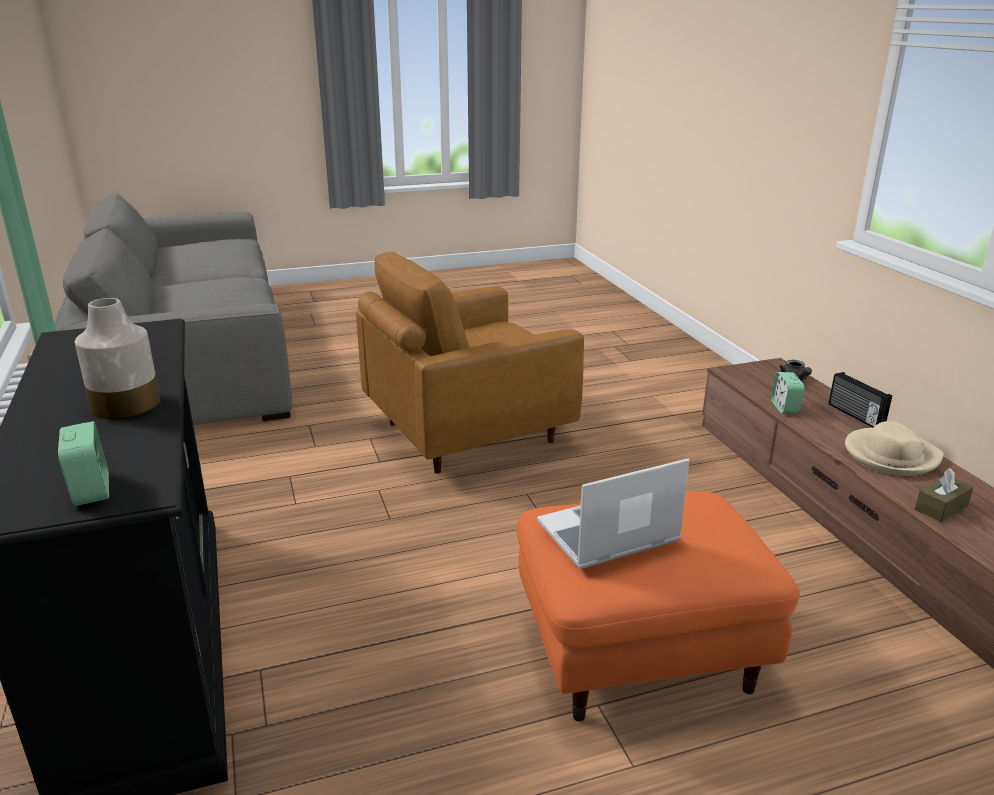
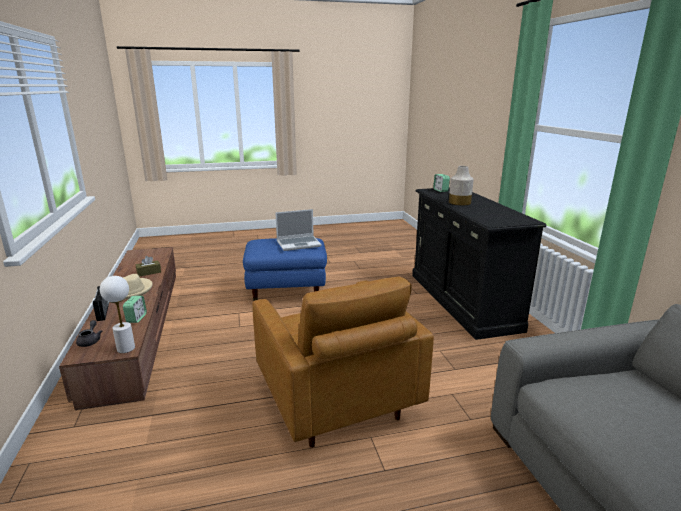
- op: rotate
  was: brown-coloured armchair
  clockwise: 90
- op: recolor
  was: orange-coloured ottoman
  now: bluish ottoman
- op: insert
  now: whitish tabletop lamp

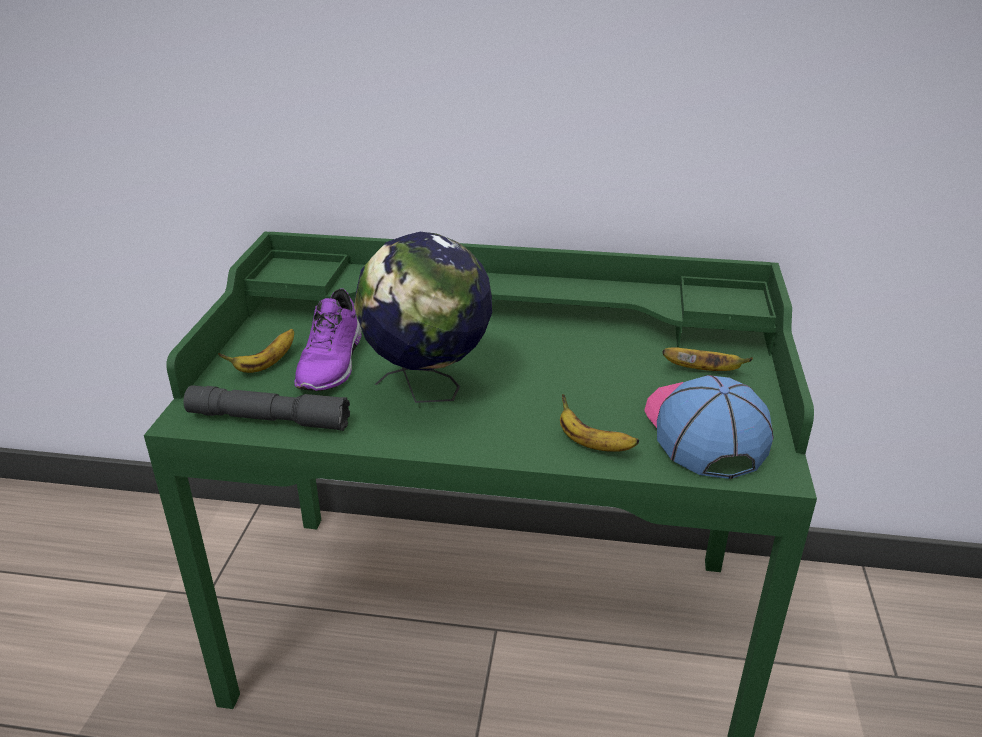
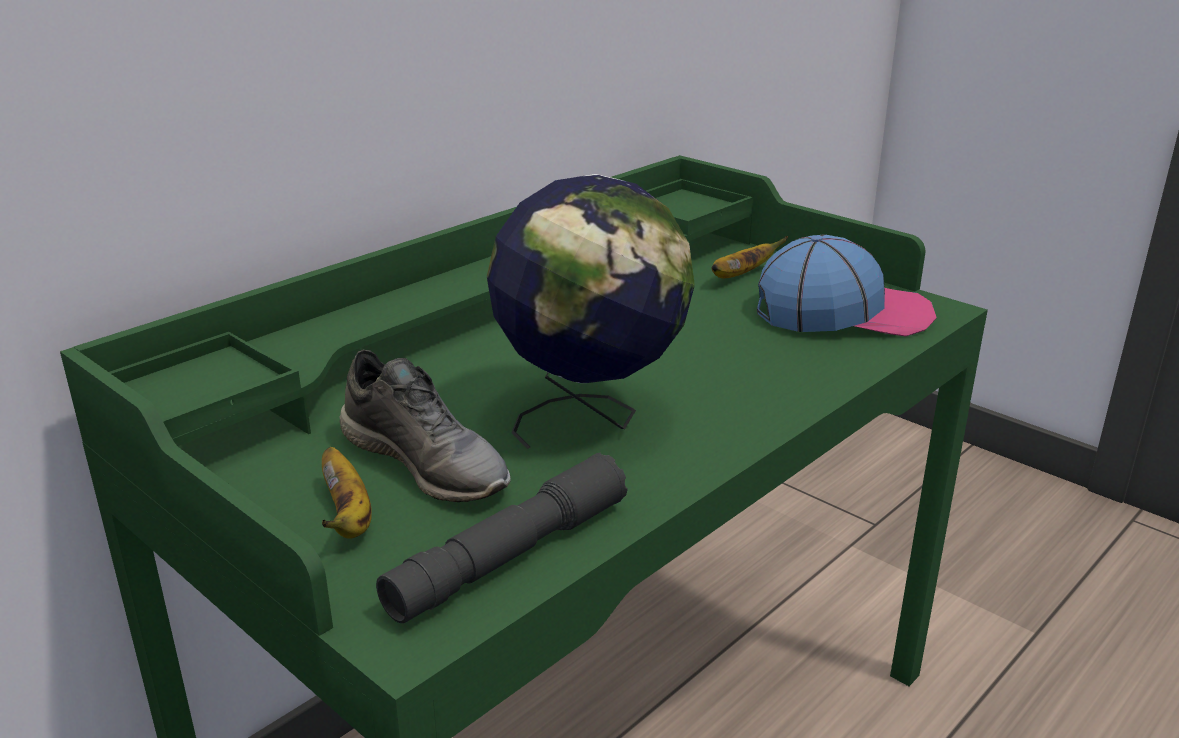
- op: recolor
  was: purple low shoe
  now: grey low shoe
- op: delete
  was: banana fruit (2nd from left)
- op: rotate
  was: baseball cap
  clockwise: 150

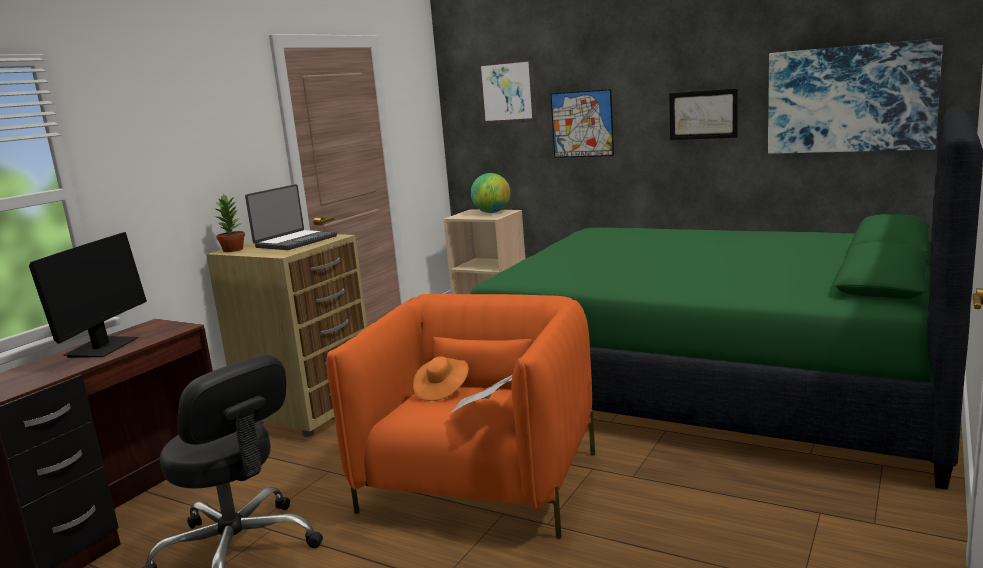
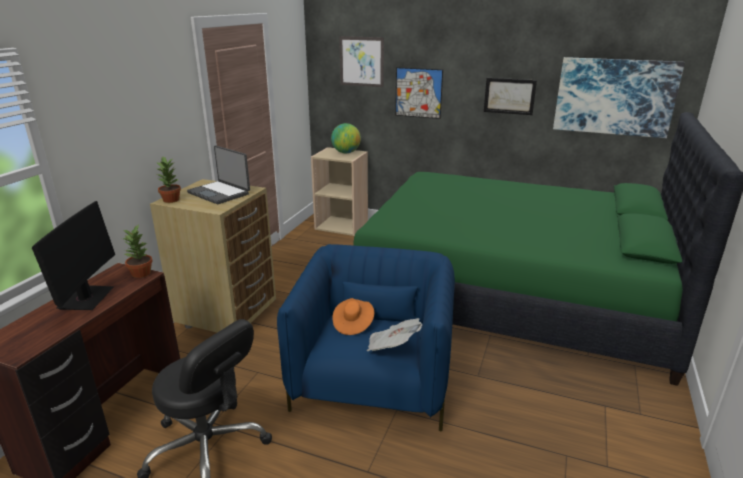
- op: rotate
  was: portable computer
  clockwise: 105
- op: recolor
  was: orange-coloured armchair
  now: bluish armchair
- op: insert
  now: potted plant (1st from left)

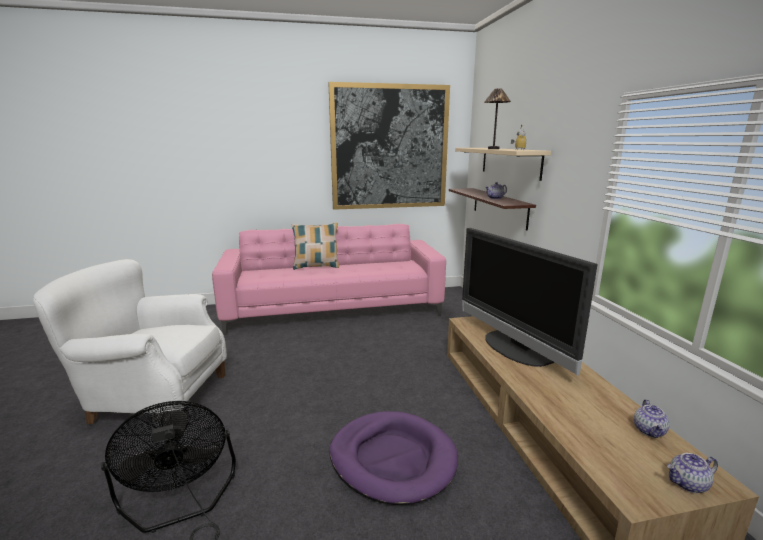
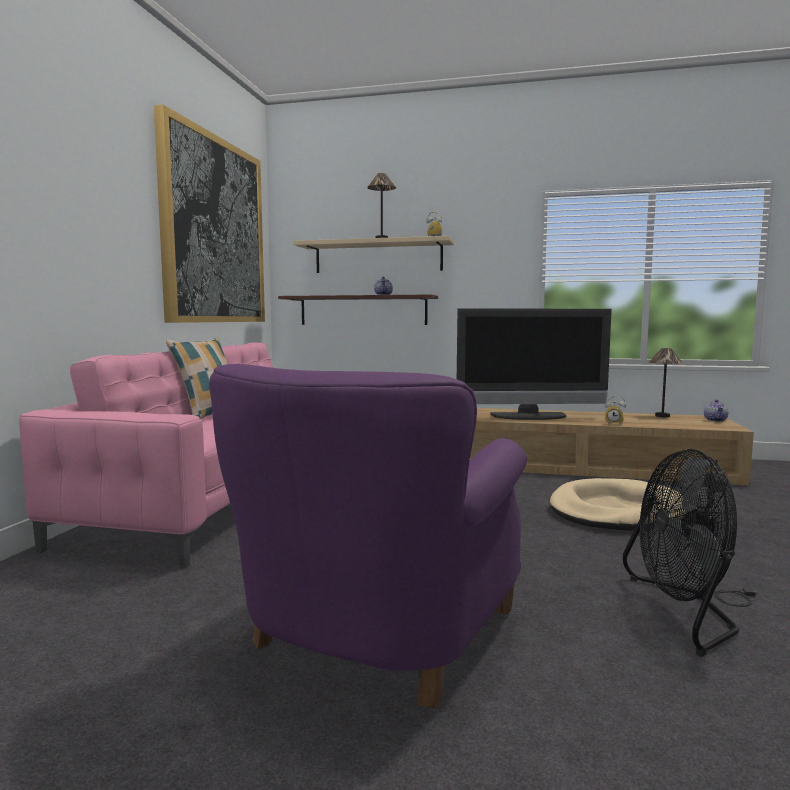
- op: recolor
  was: whitish armchair
  now: purple armchair
- op: recolor
  was: purple dog cushion
  now: beige-coloured dog cushion
- op: replace
  was: pot for tea (2nd from left)
  now: tabletop lamp (2nd from left)
- op: insert
  now: table clock (2nd from left)

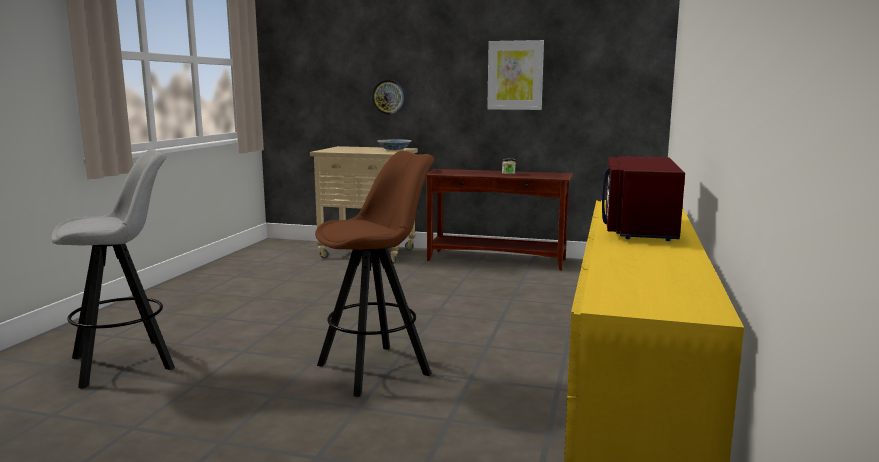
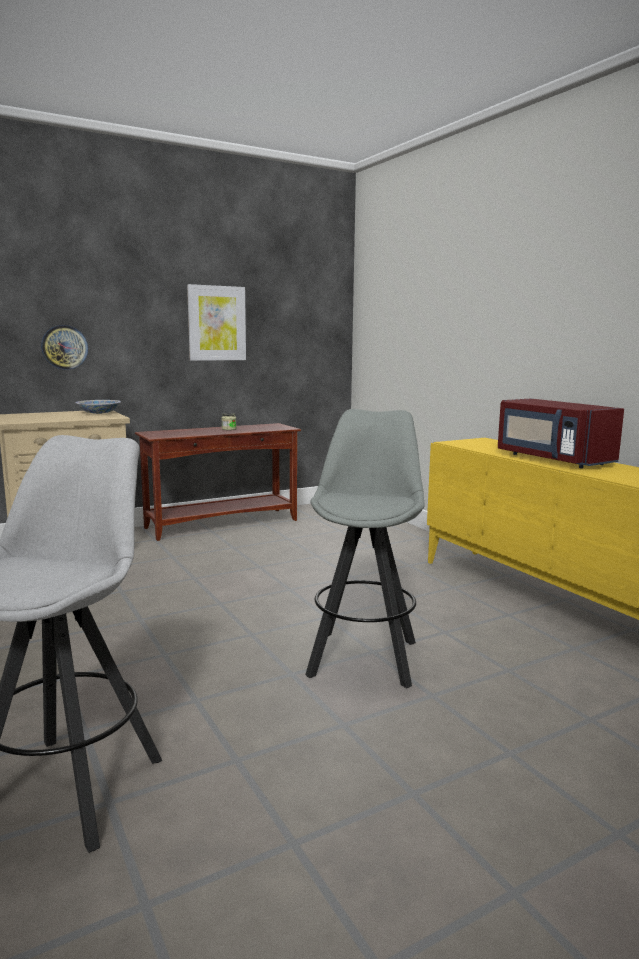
- op: recolor
  was: brown-coloured stool seat
  now: grey stool seat (2nd from left)

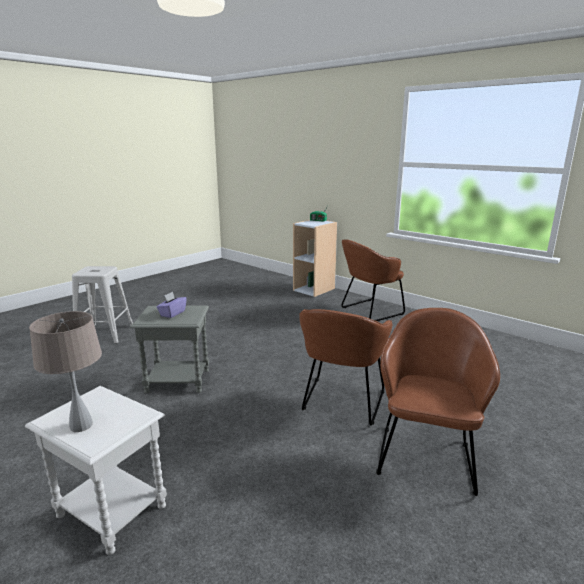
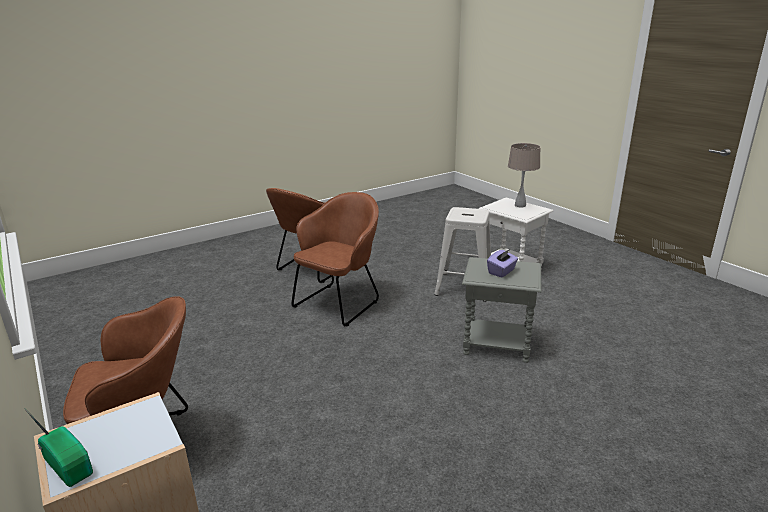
- op: move
  was: whitish stool seat

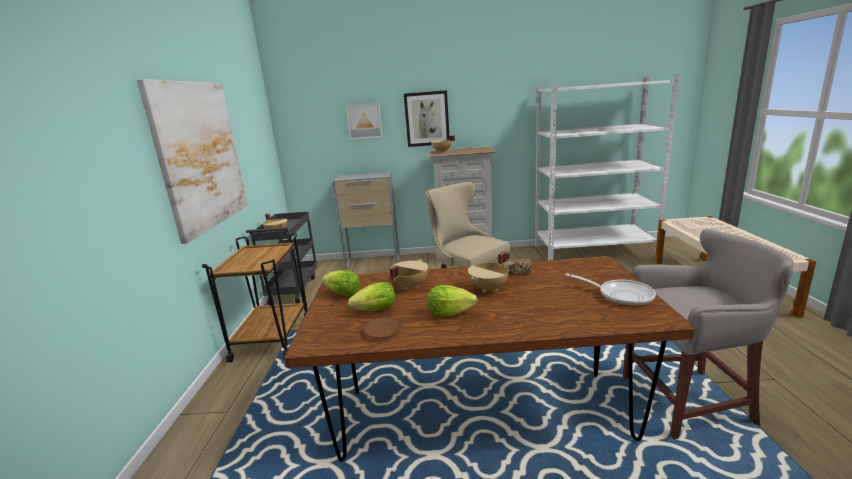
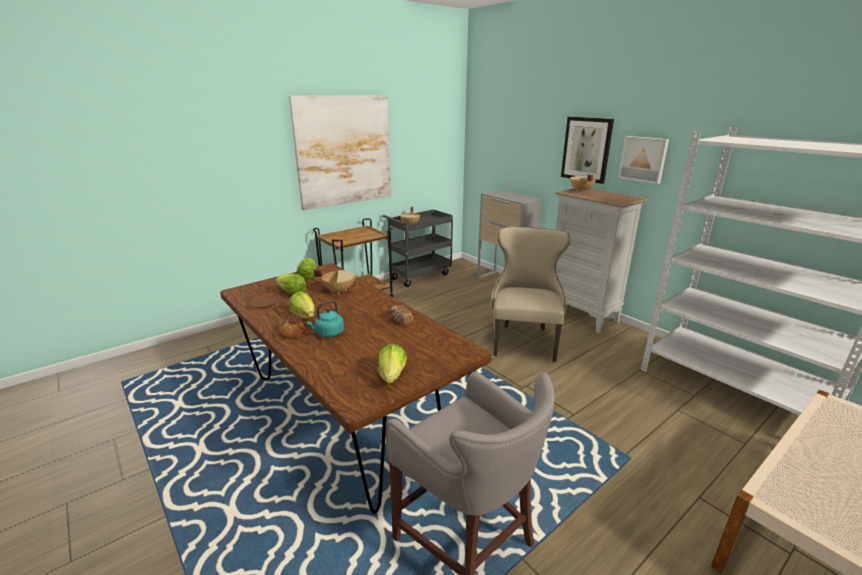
- op: move
  was: wall art (2nd from left in the first image)
  now: wall art (3rd from left)
- op: delete
  was: beige-coloured stockpot (4th from left)
- op: replace
  was: frying pan
  now: head of lettuce (4th from left)
- op: insert
  now: baked bread (1st from left)
- op: insert
  now: turquoise-coloured tea kettle

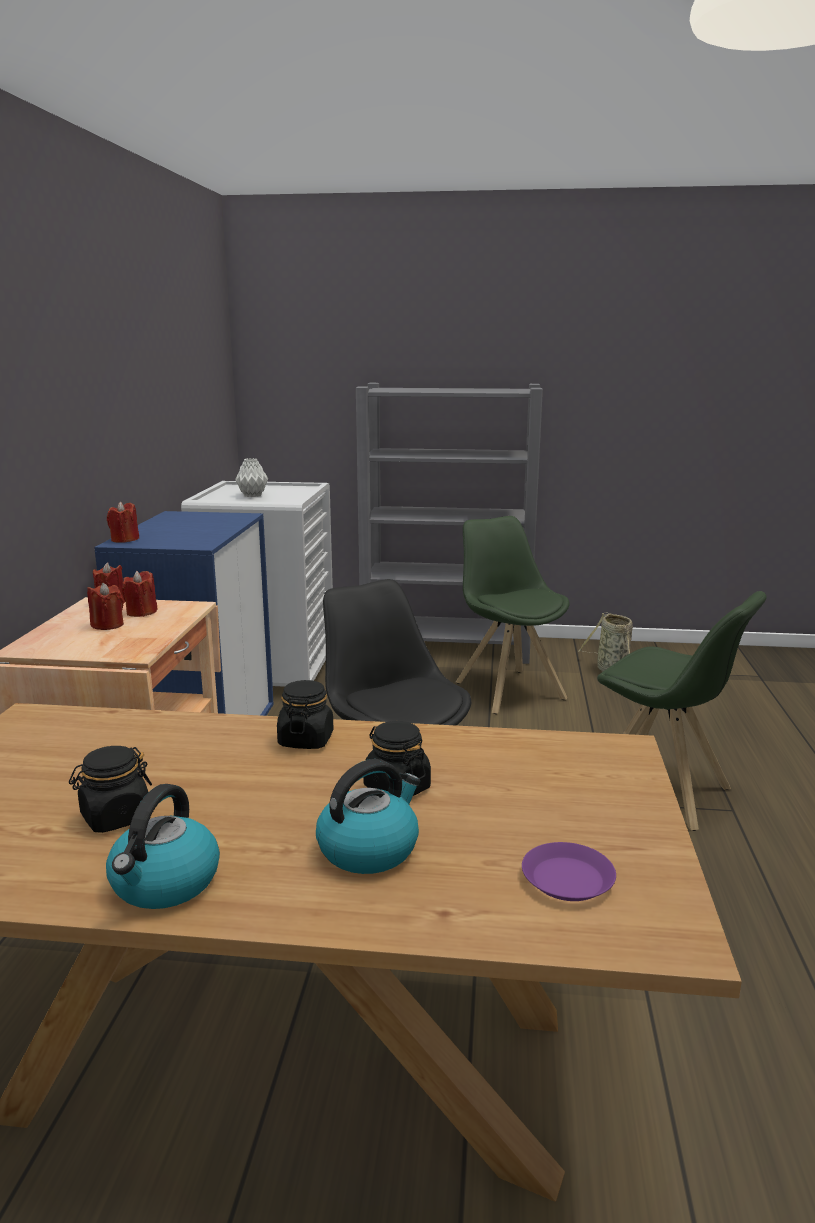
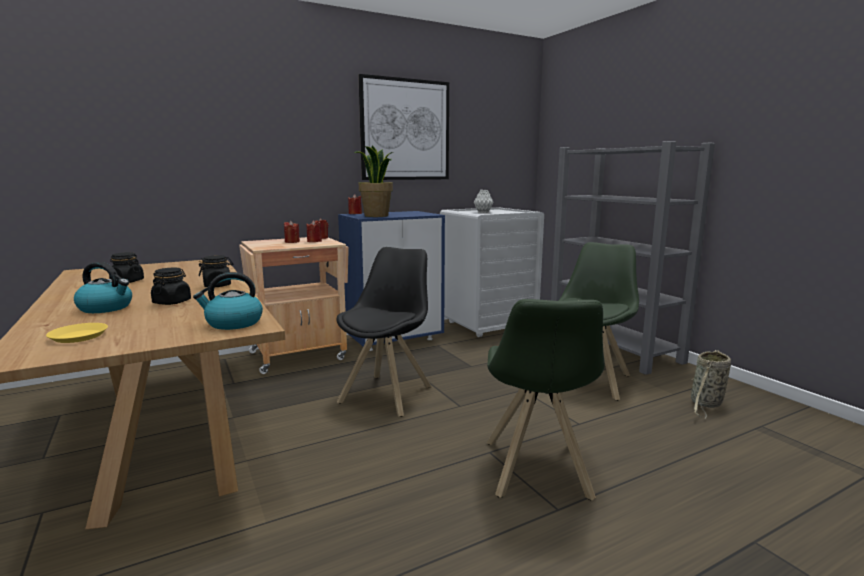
- op: move
  was: tea kettle (1st from left in the first image)
  now: tea kettle (2nd from left)
- op: recolor
  was: purple plate
  now: yellow plate
- op: insert
  now: potted plant
- op: insert
  now: wall art

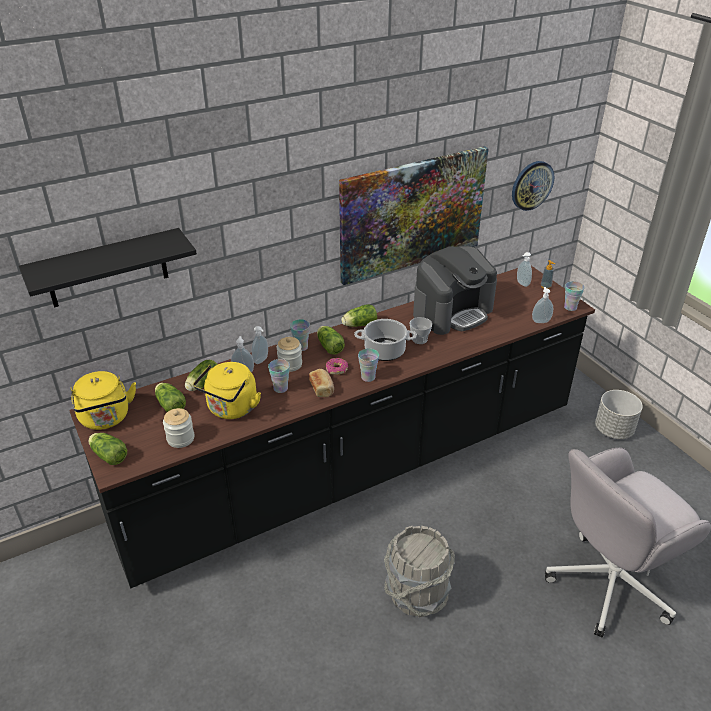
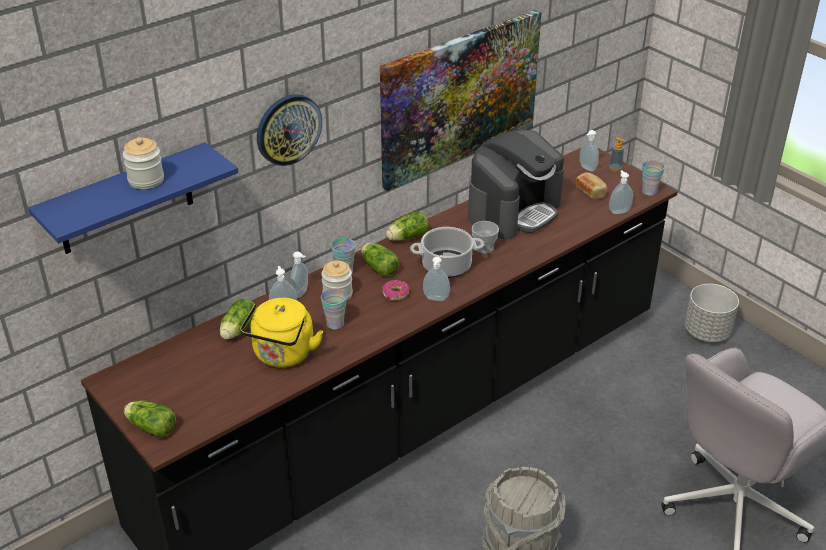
- op: recolor
  was: black wall shelf
  now: bluish wall shelf
- op: delete
  was: yellow tea kettle (1st from left)
- op: delete
  was: head of lettuce (2nd from left)
- op: move
  was: jar (1st from left)
- op: move
  was: baked bread
- op: replace
  was: cup (3rd from left)
  now: liquid soap bottle (3rd from left)
- op: move
  was: hanging clock

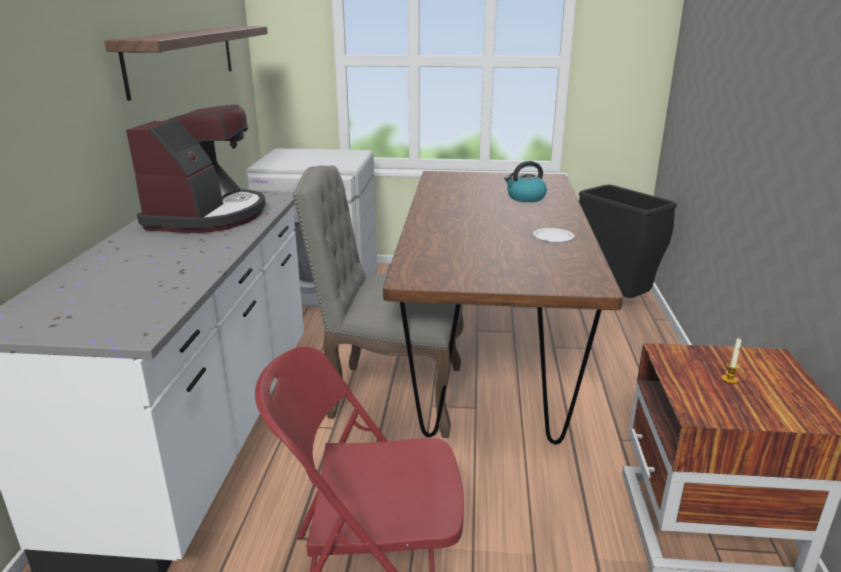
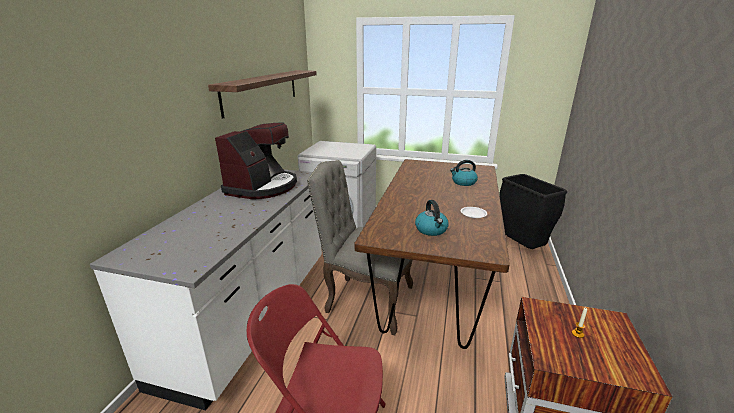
- op: insert
  now: tea kettle (1st from left)

